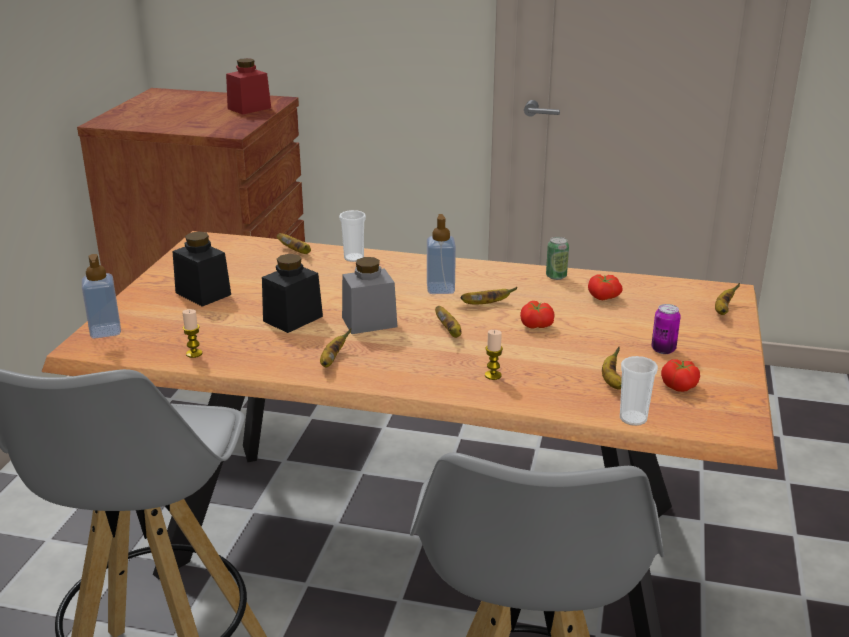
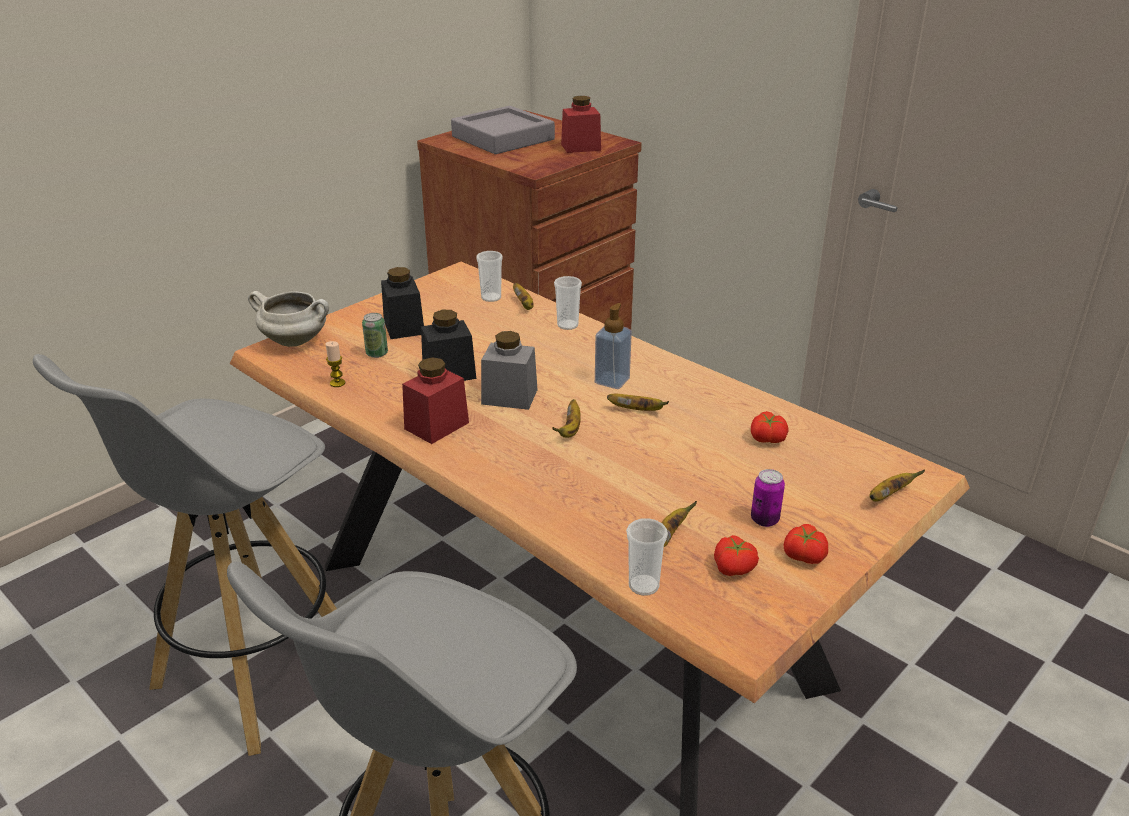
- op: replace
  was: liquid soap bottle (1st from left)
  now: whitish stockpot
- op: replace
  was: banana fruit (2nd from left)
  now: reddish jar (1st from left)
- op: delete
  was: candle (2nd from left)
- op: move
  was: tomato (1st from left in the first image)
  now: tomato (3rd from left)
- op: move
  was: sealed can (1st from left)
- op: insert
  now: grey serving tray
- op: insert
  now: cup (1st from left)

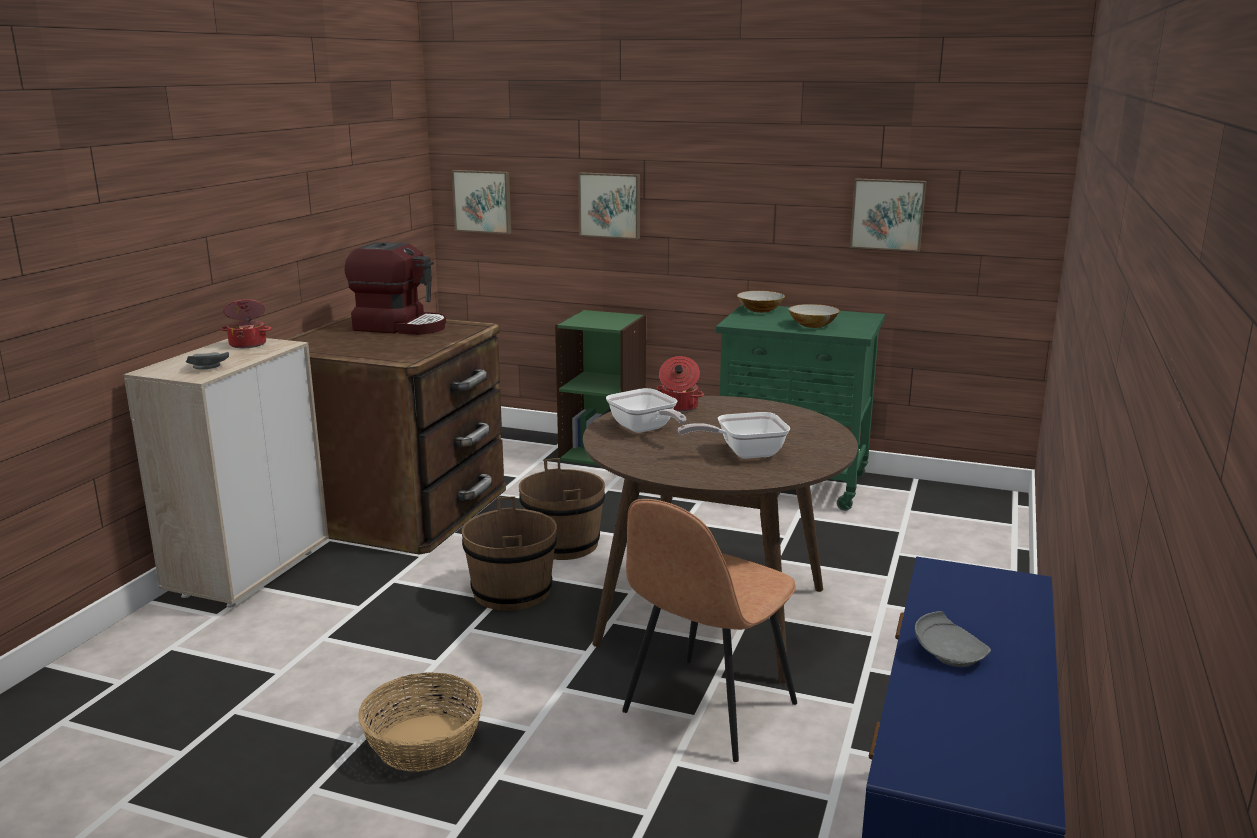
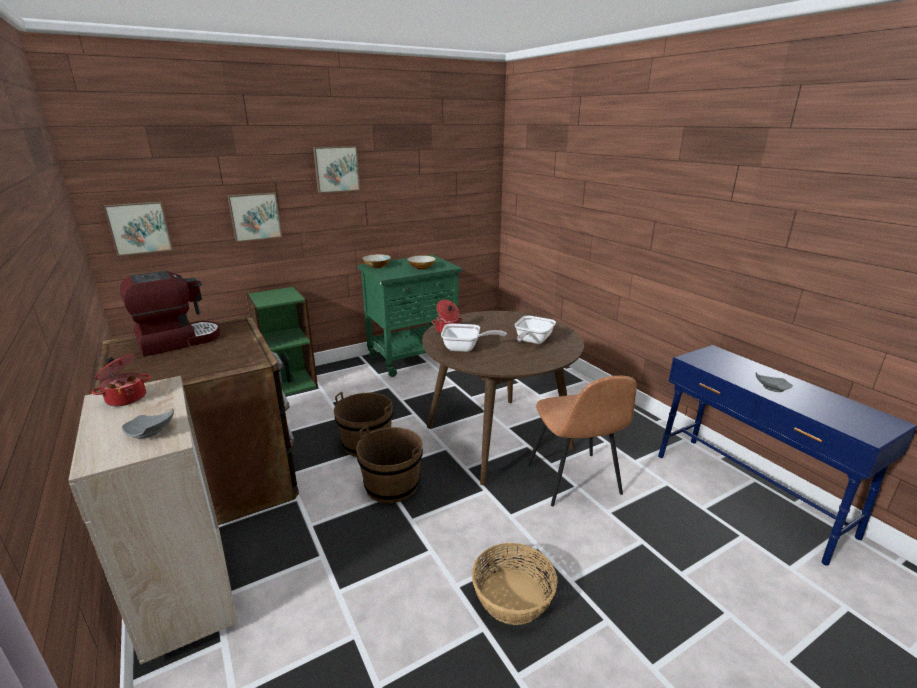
- op: move
  was: wall art (3rd from left)

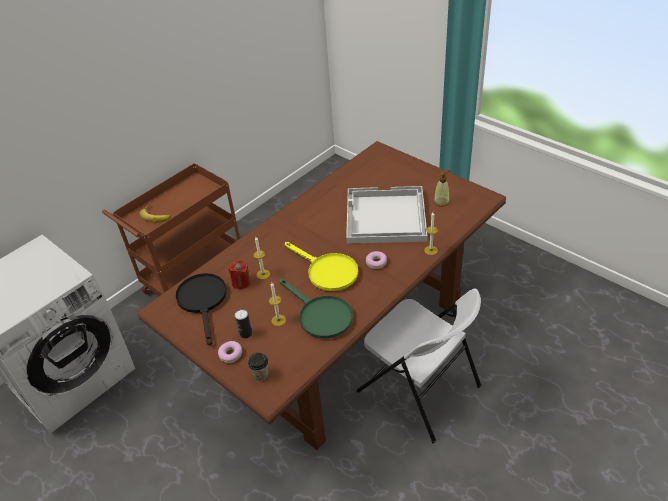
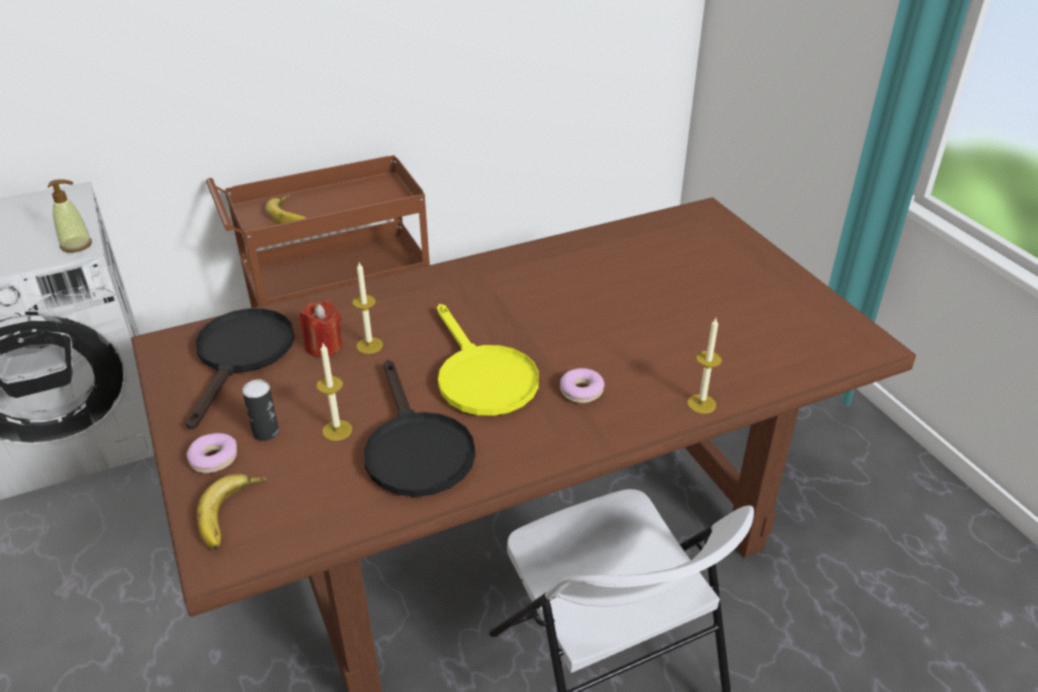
- op: replace
  was: cup
  now: banana fruit (1st from left)
- op: recolor
  was: green frying pan
  now: black frying pan (2nd from left)
- op: delete
  was: whitish serving tray
- op: move
  was: liquid soap bottle

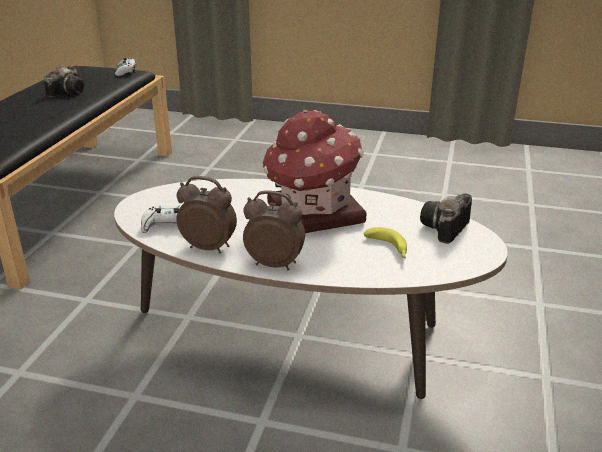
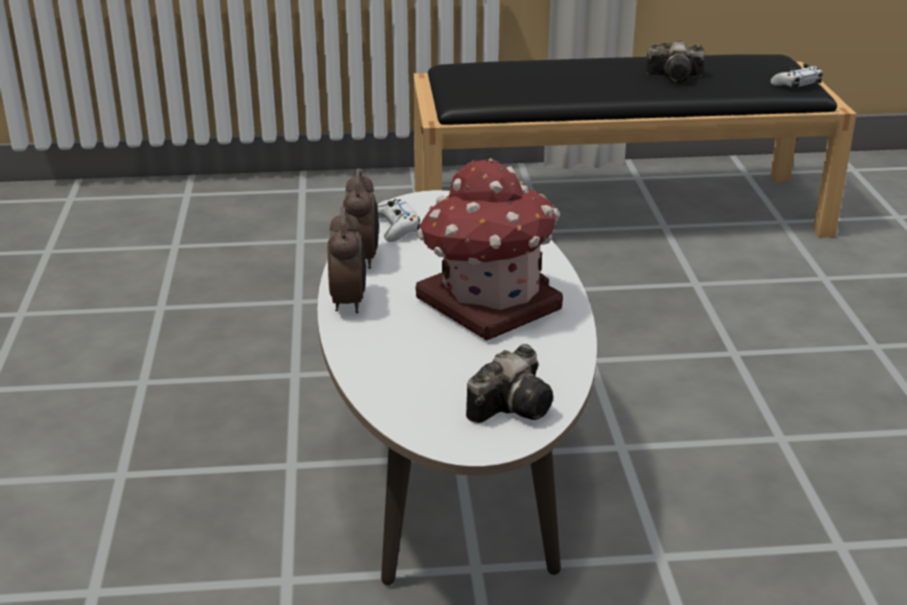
- op: delete
  was: banana fruit
- op: rotate
  was: photo camera (2nd from left in the first image)
  clockwise: 120

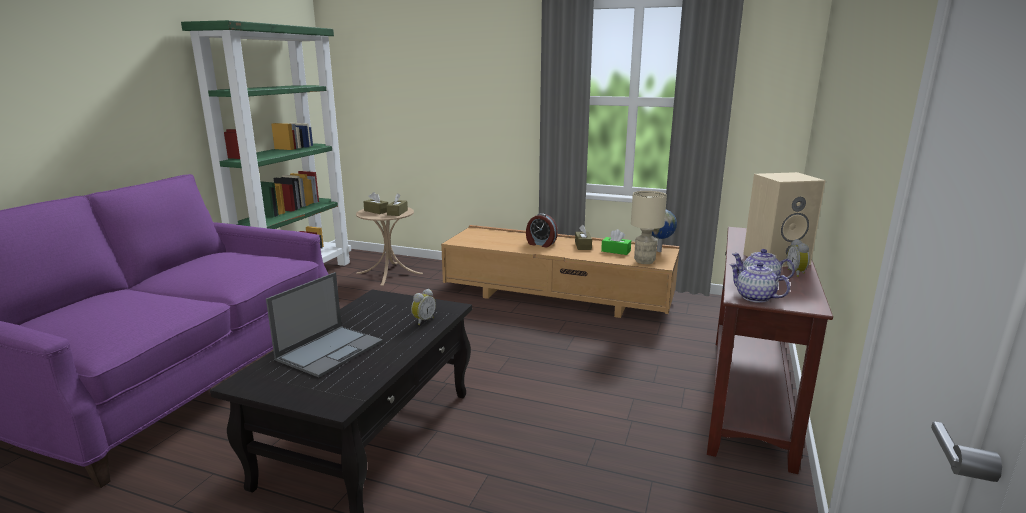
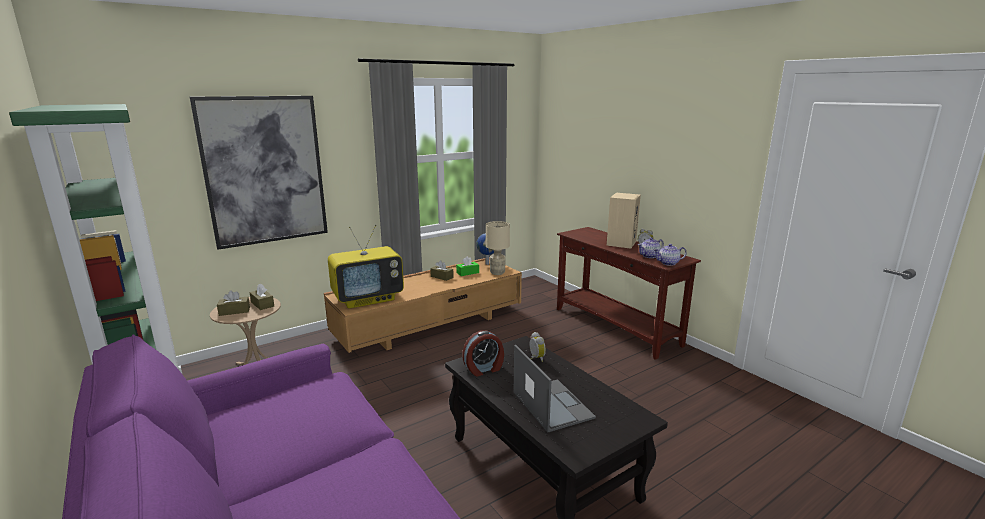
- op: move
  was: table clock (2nd from left in the first image)
  now: table clock (1st from left)
- op: insert
  now: wall art
- op: insert
  now: television

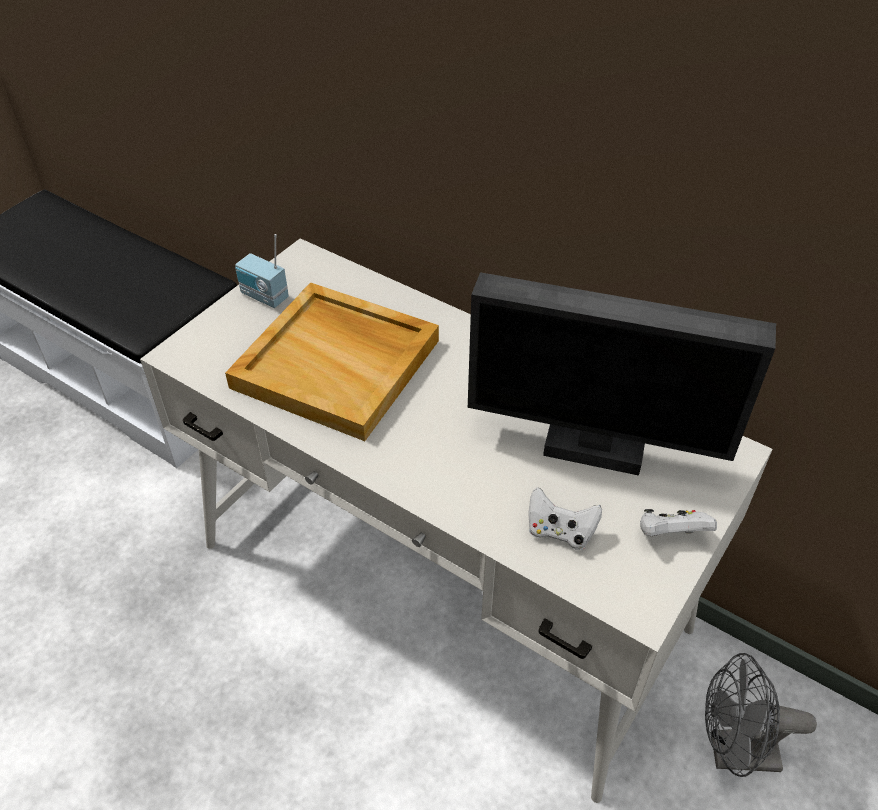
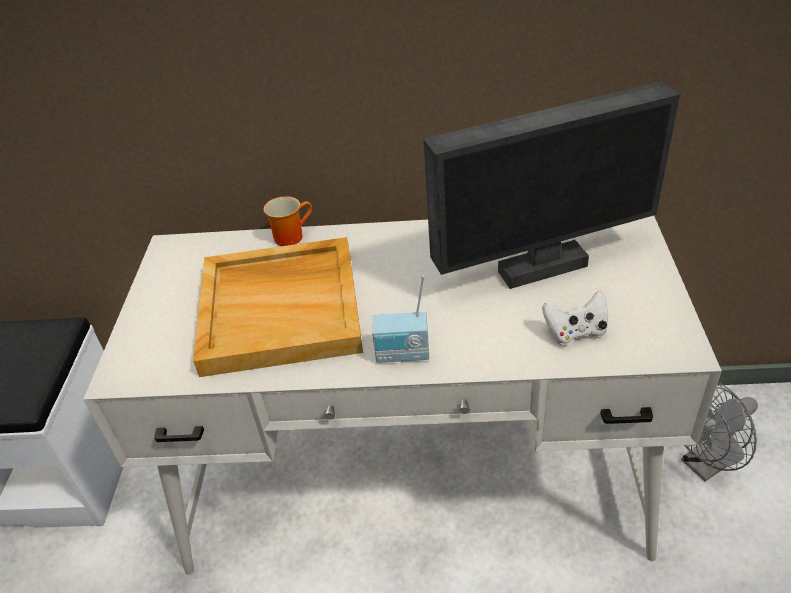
- op: move
  was: radio set
- op: delete
  was: whitish gamepad (2nd from left)
- op: insert
  now: tea mug

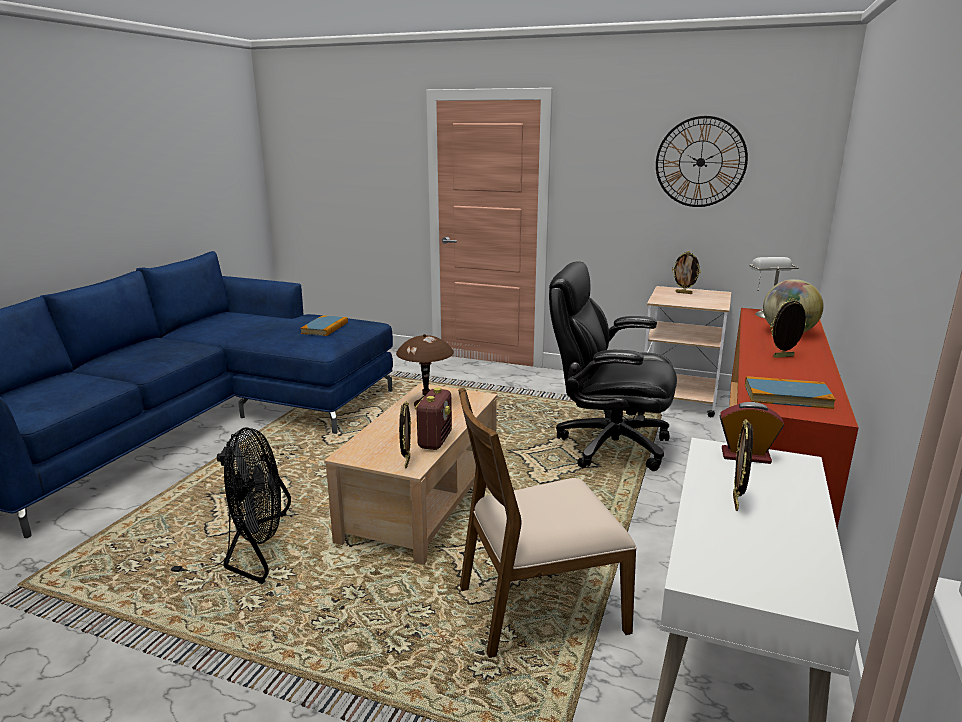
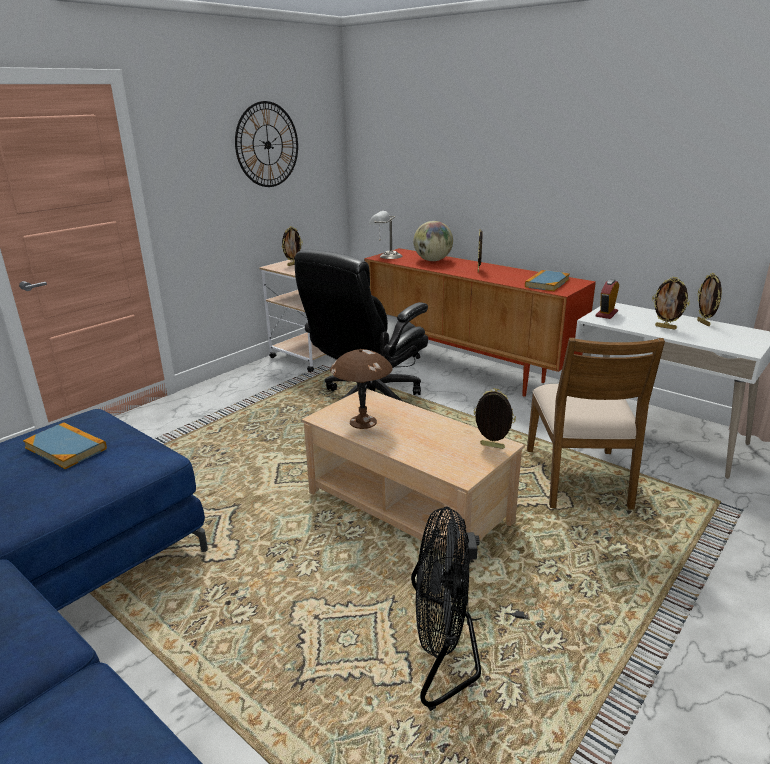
- op: rotate
  was: black cooling fan
  clockwise: -105
- op: delete
  was: radio set
- op: insert
  now: photo frame (5th from left)

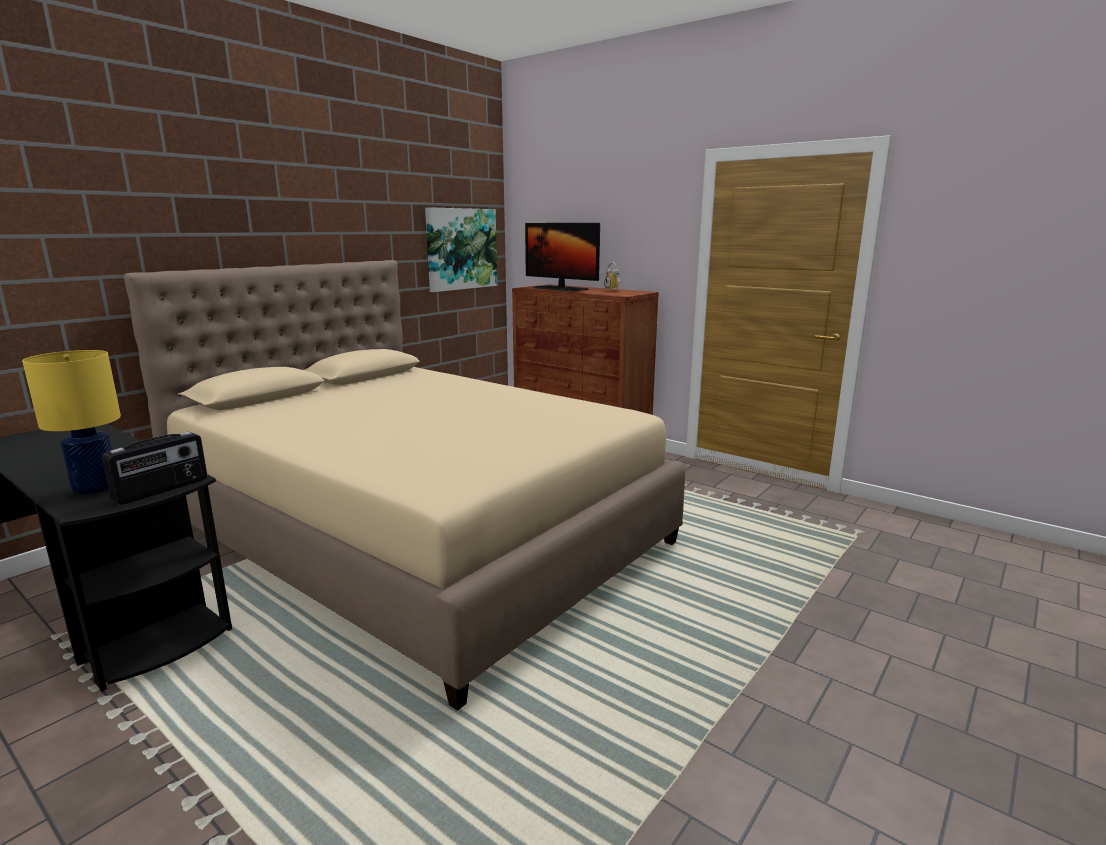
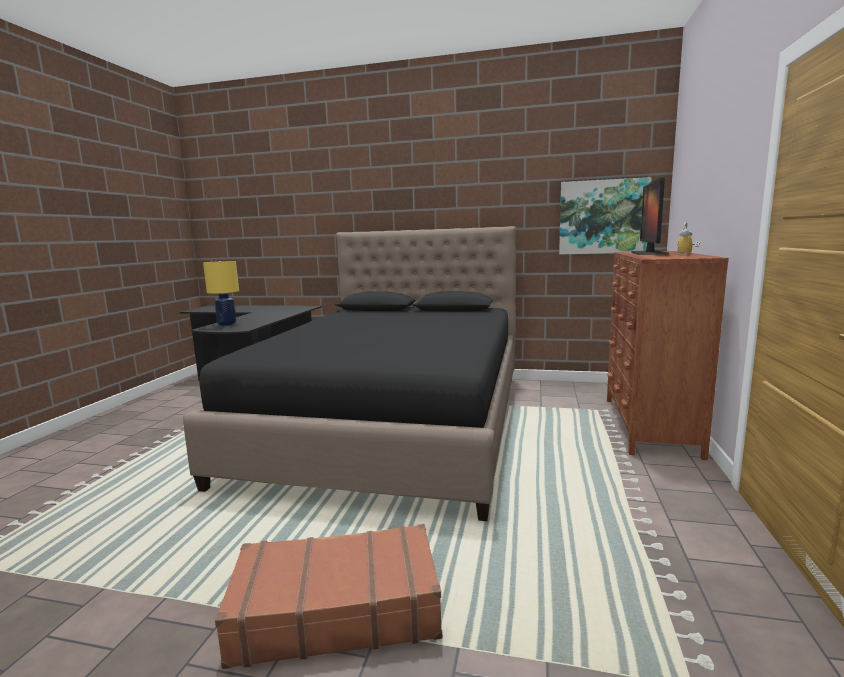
- op: delete
  was: radio set
- op: recolor
  was: beige-coloured sleeping bed
  now: black sleeping bed
- op: insert
  now: brown-coloured suitcase

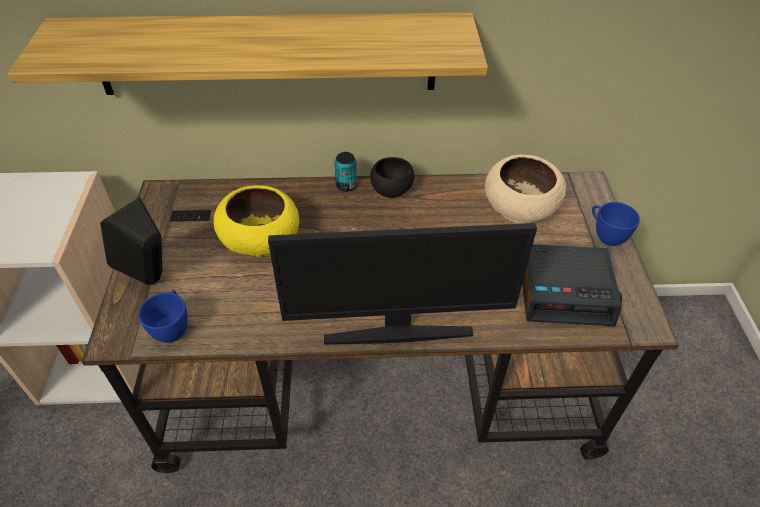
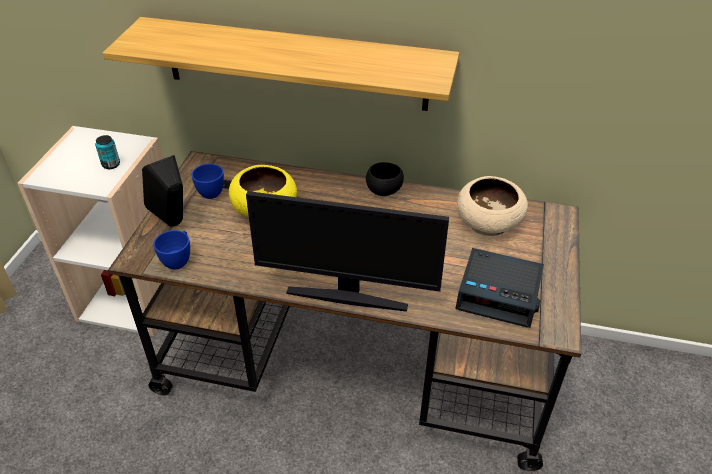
- op: move
  was: sealed can
- op: move
  was: bluish cup (2nd from left)

